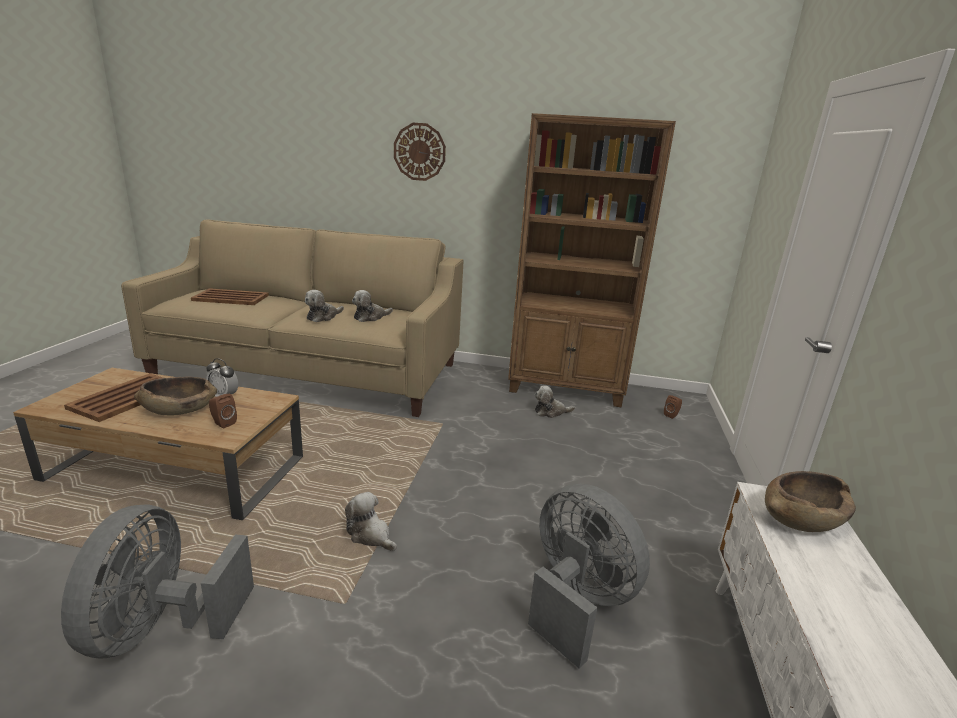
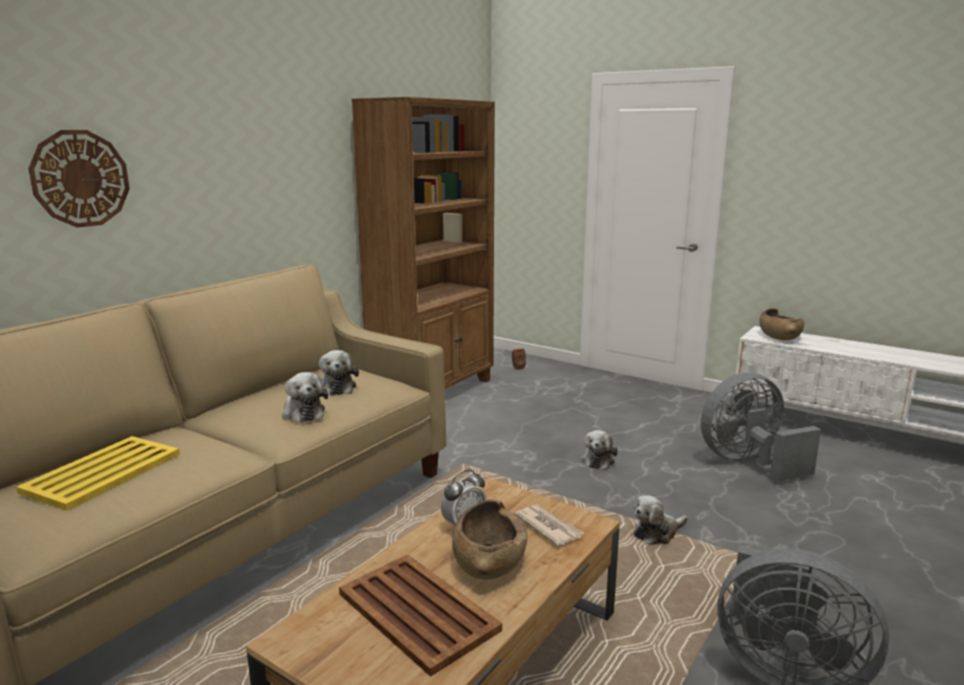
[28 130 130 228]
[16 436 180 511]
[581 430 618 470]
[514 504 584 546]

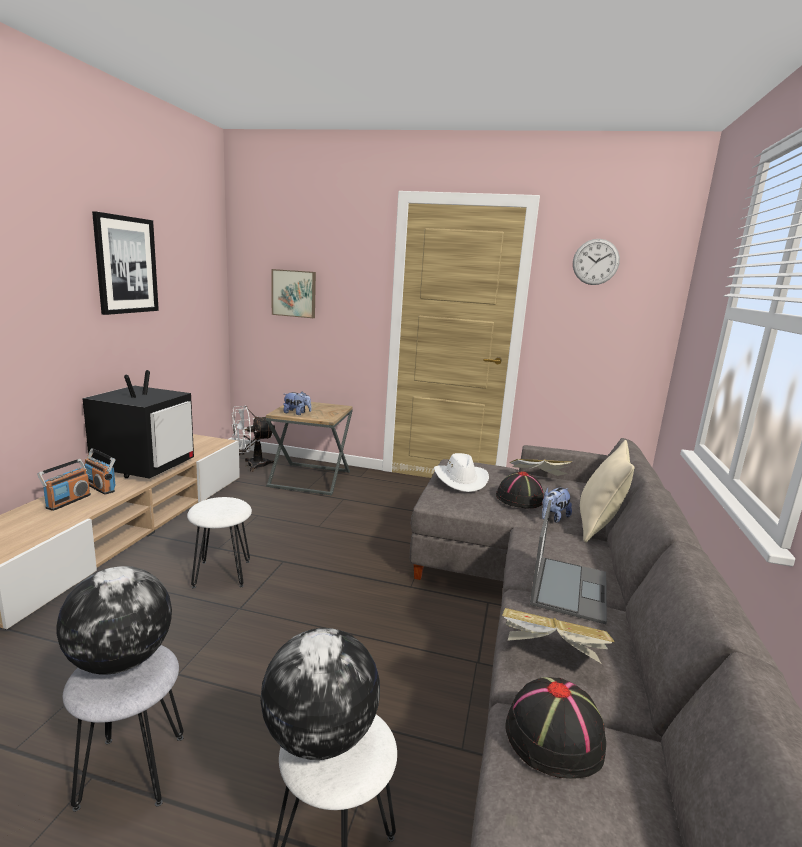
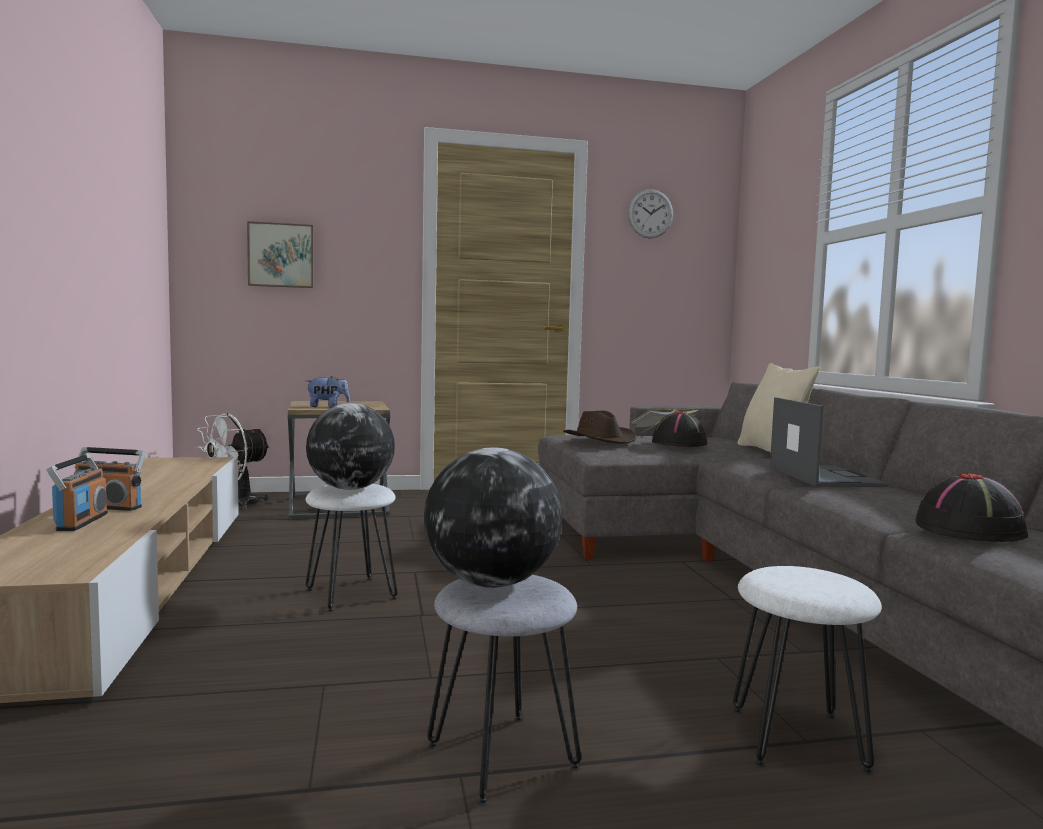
[92 211 159 315] (first image)
[82 370 194 479] (first image)
[563 411 636 444]
[542 487 572 523] (first image)
[502 608 615 664] (first image)
[306 403 395 490]

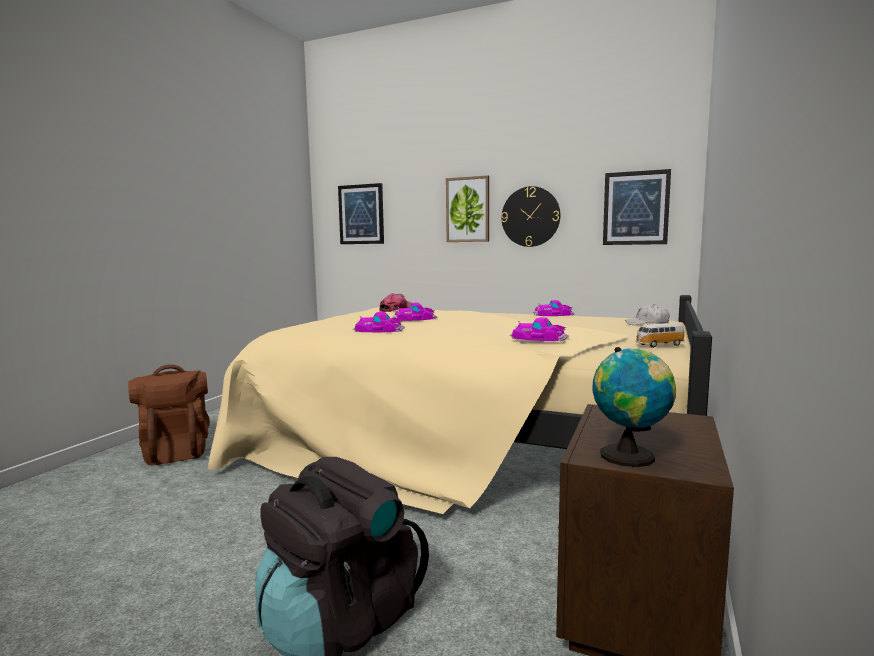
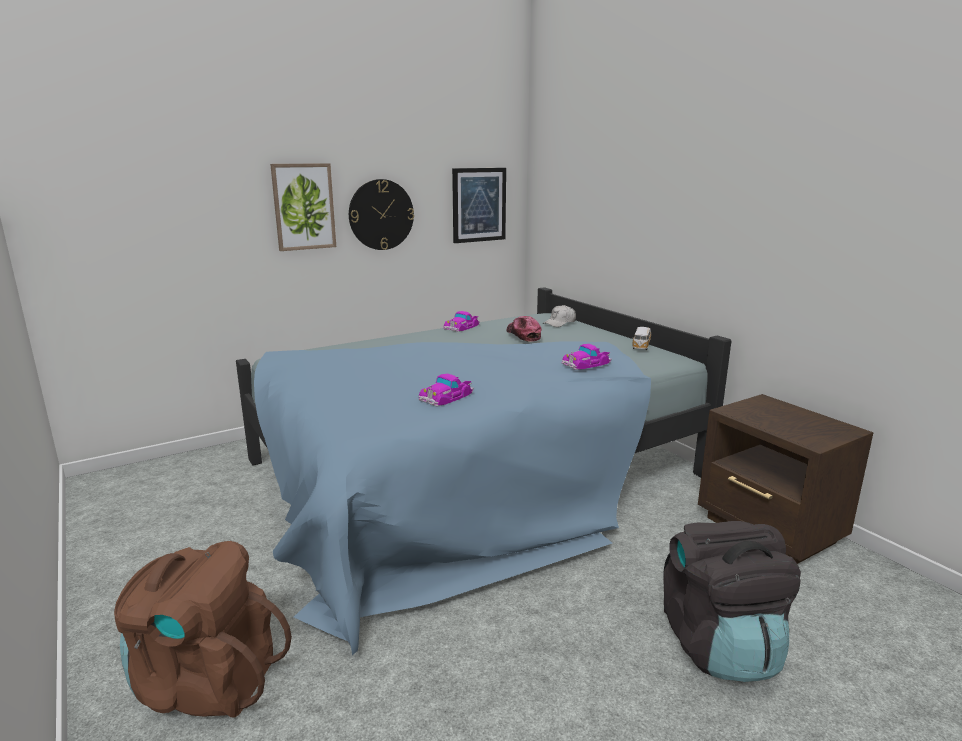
[338 183 384 244] (first image)
[507 316 542 342]
[236 287 731 655]
[392 302 437 321] (first image)
[592 347 676 467] (first image)

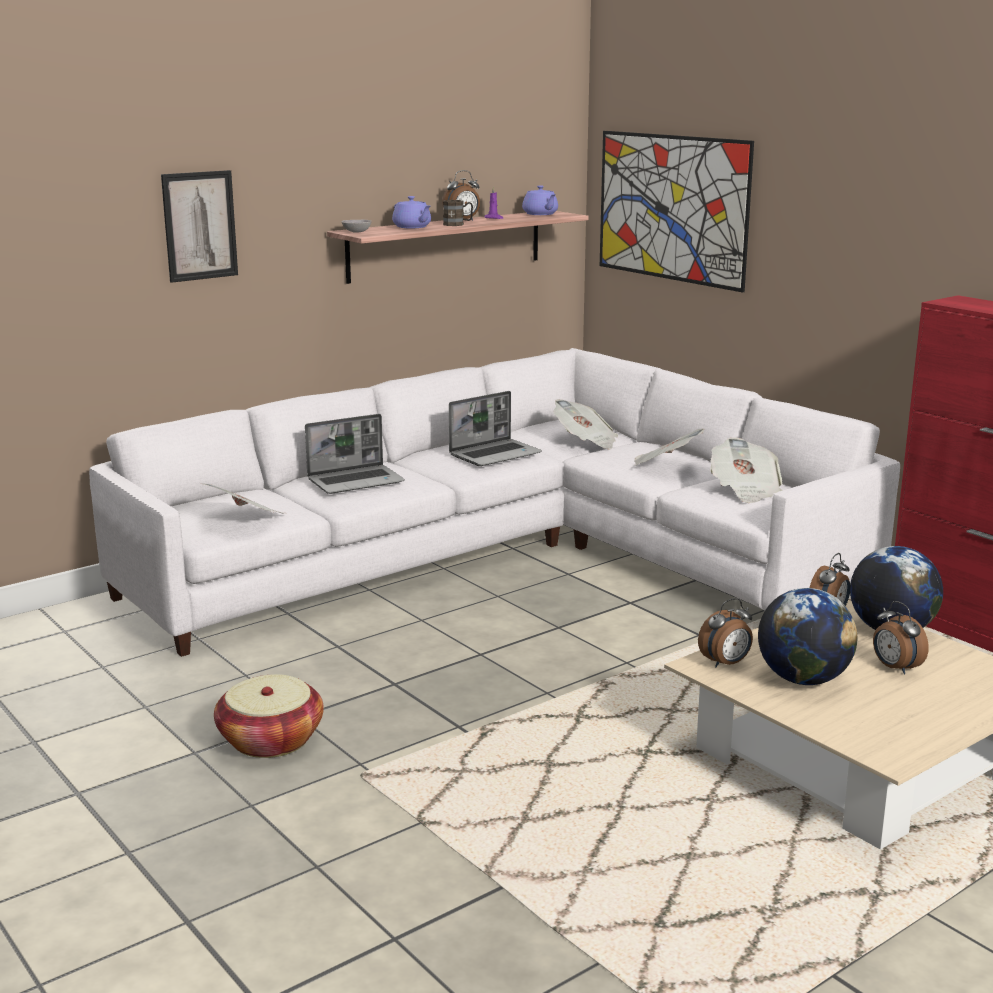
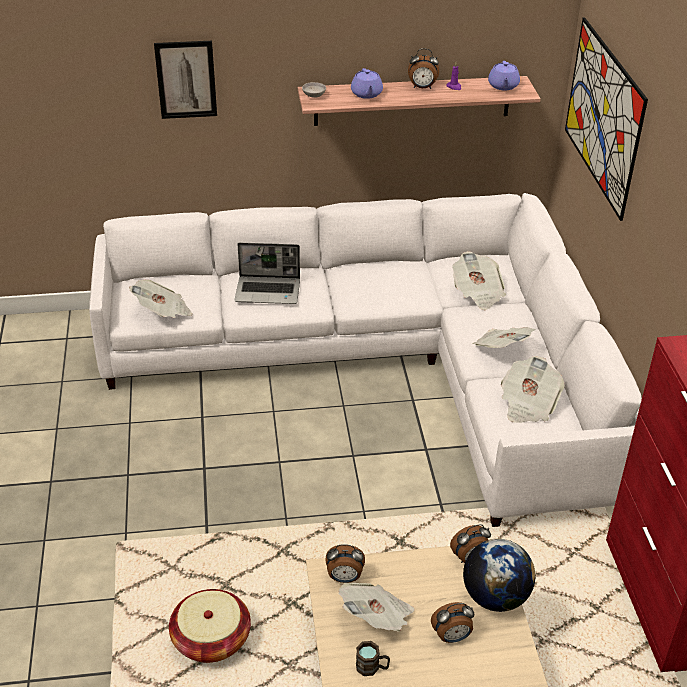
[356 641 390 676]
[449 391 542 466] (first image)
[339 583 415 631]
[431 602 474 643]
[169 589 251 663]

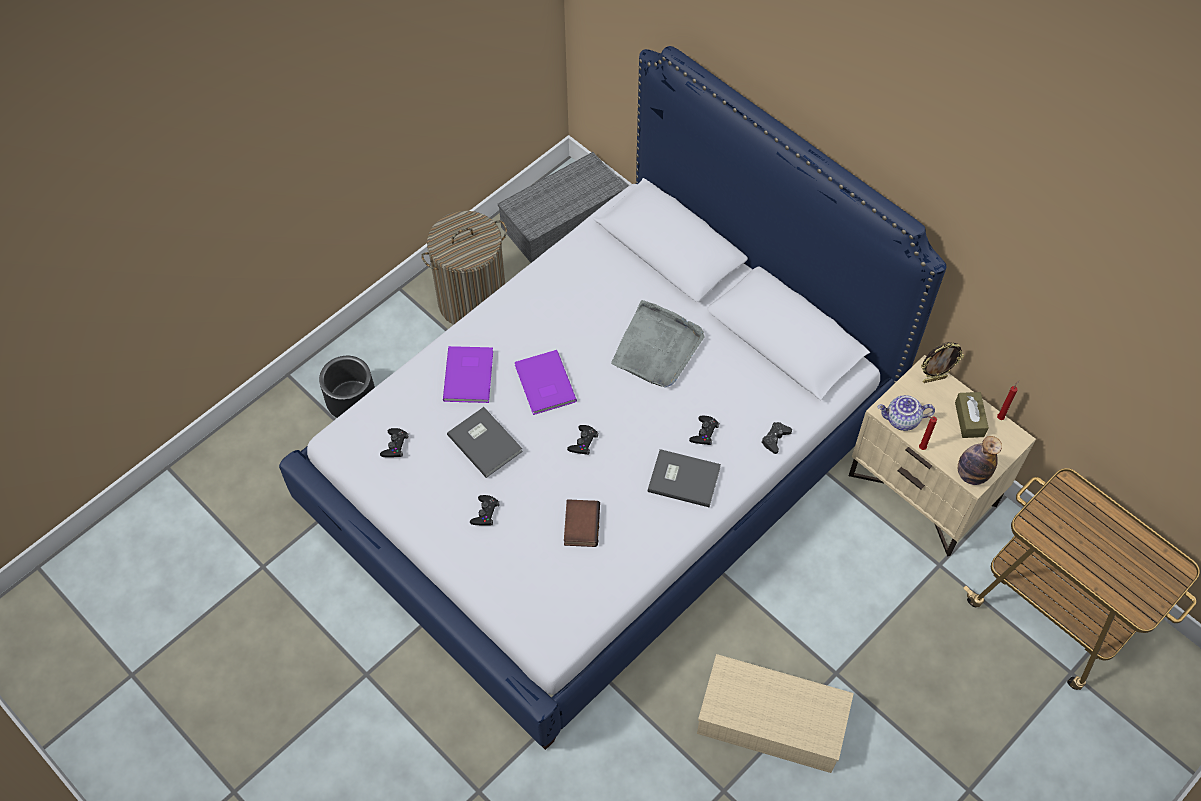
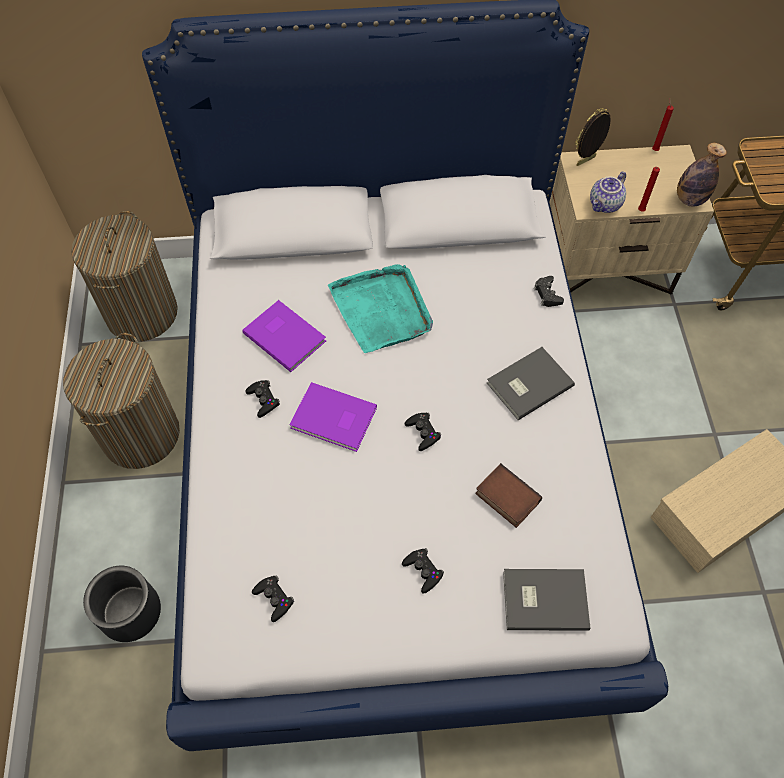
[71 211 178 342]
[328 264 433 353]
[575 108 611 166]
[242 300 326 372]
[955 392 989 438] (first image)
[503 569 590 631]
[245 380 280 418]

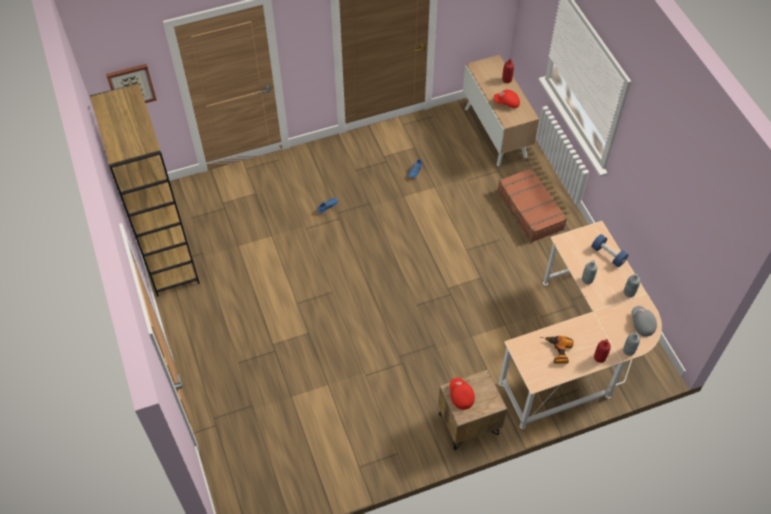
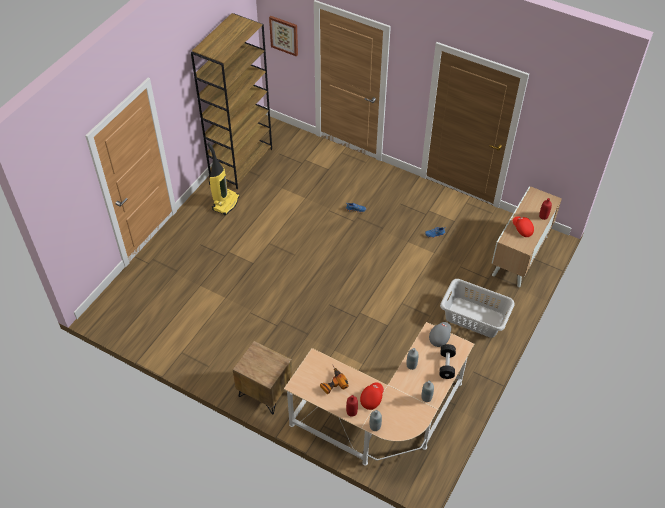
[440 279 515 338]
[439 344 456 379]
[429 322 451 347]
[360 382 384 410]
[207 142 240 215]

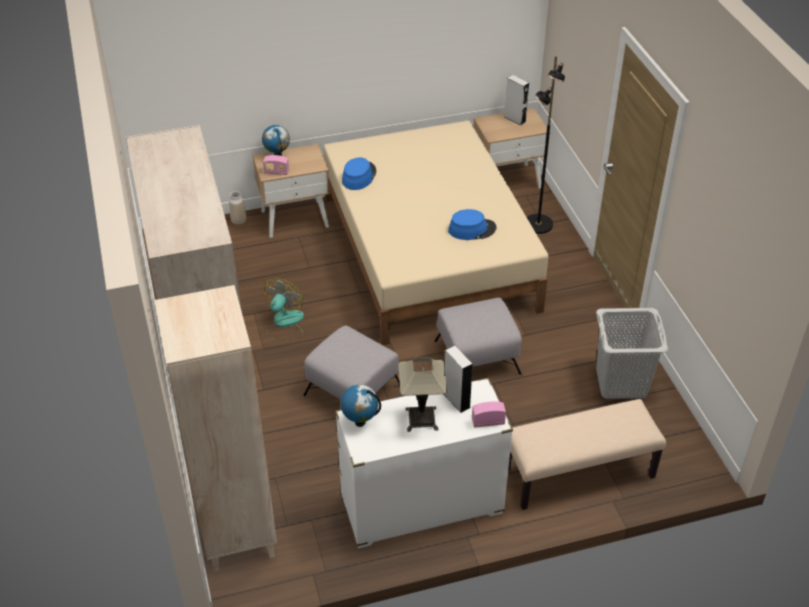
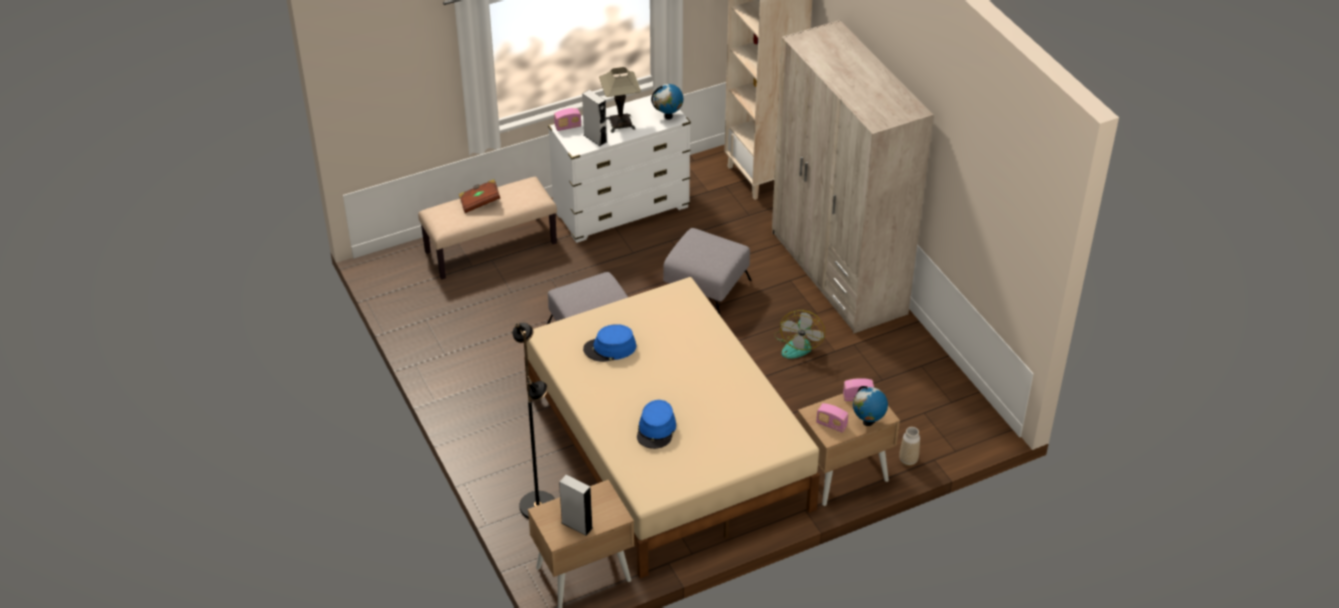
[637 400 676 449]
[596 308 668 399] (first image)
[459 179 500 213]
[816 403 848 433]

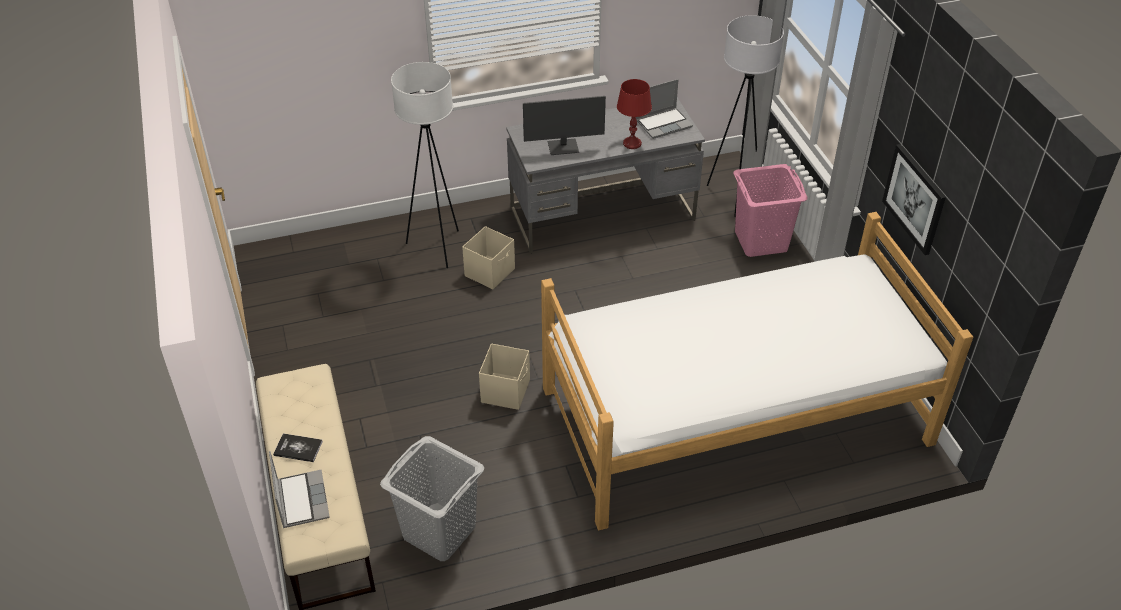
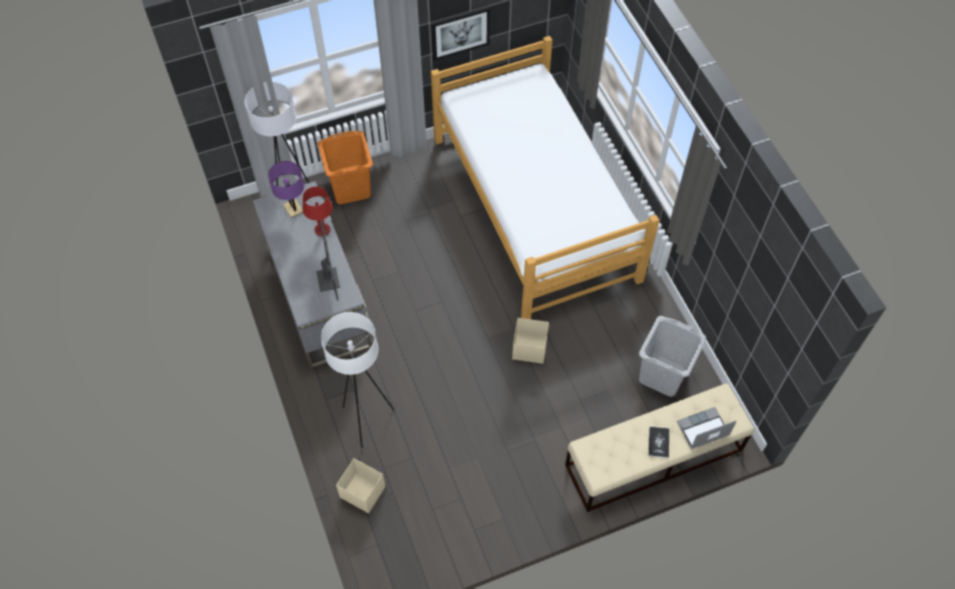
[268 161 304 218]
[318 131 373 204]
[336 458 386 513]

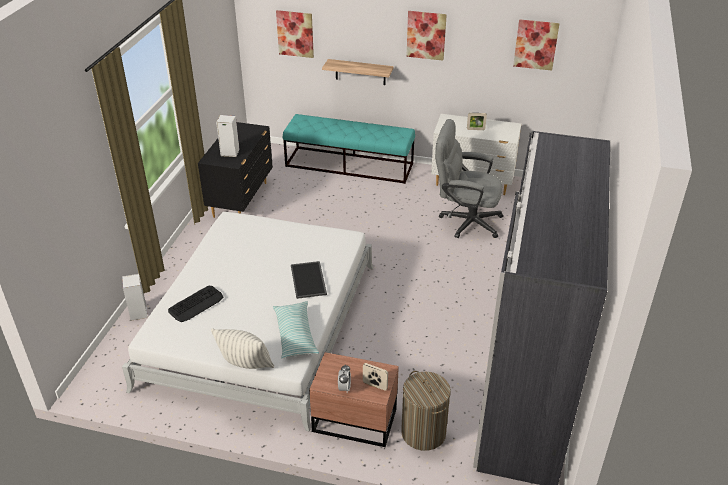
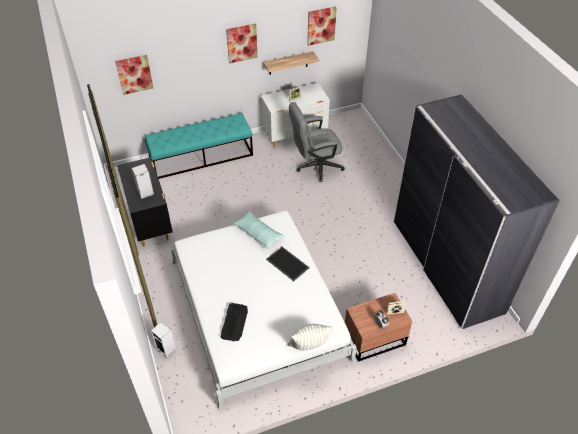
[263 51 319 75]
[232 210 284 249]
[401 371 451 451] (first image)

